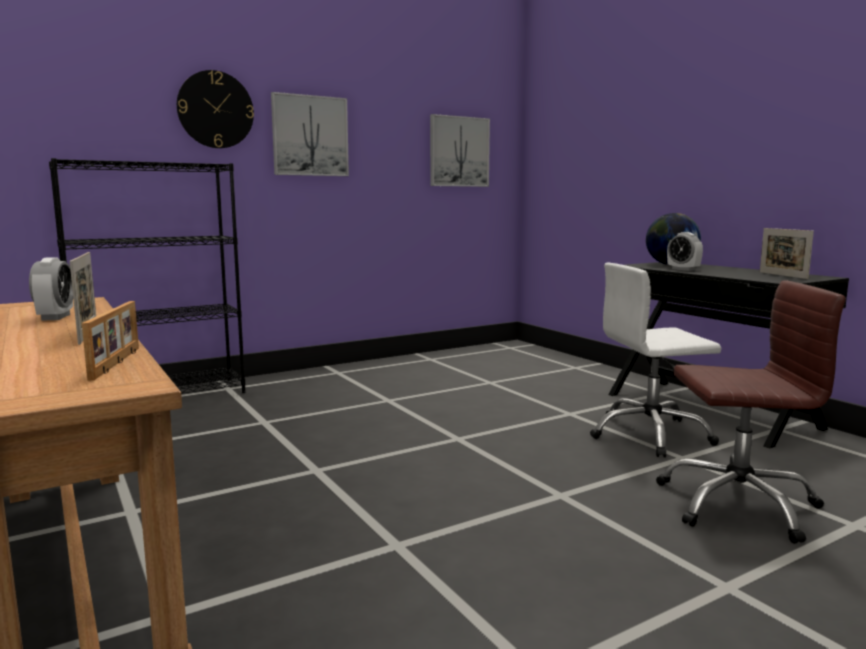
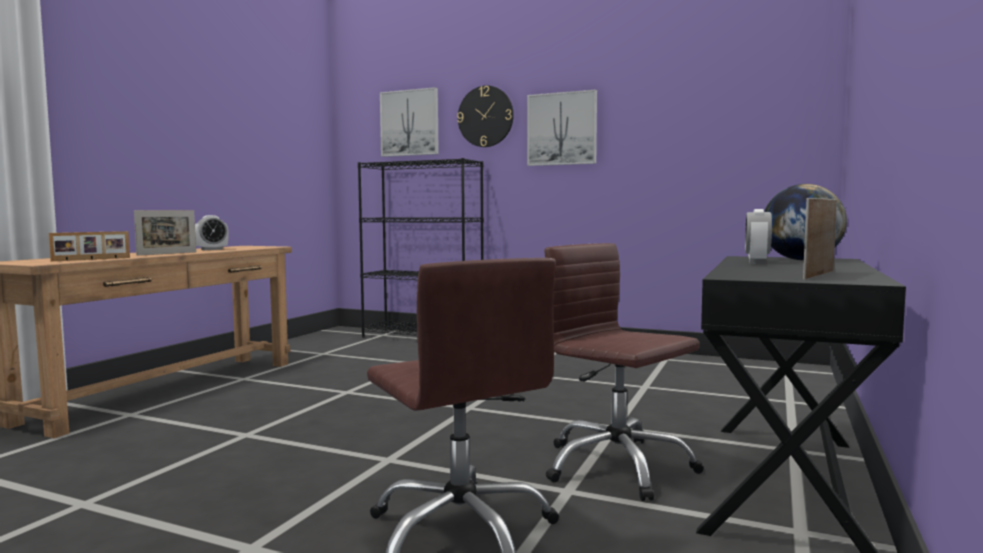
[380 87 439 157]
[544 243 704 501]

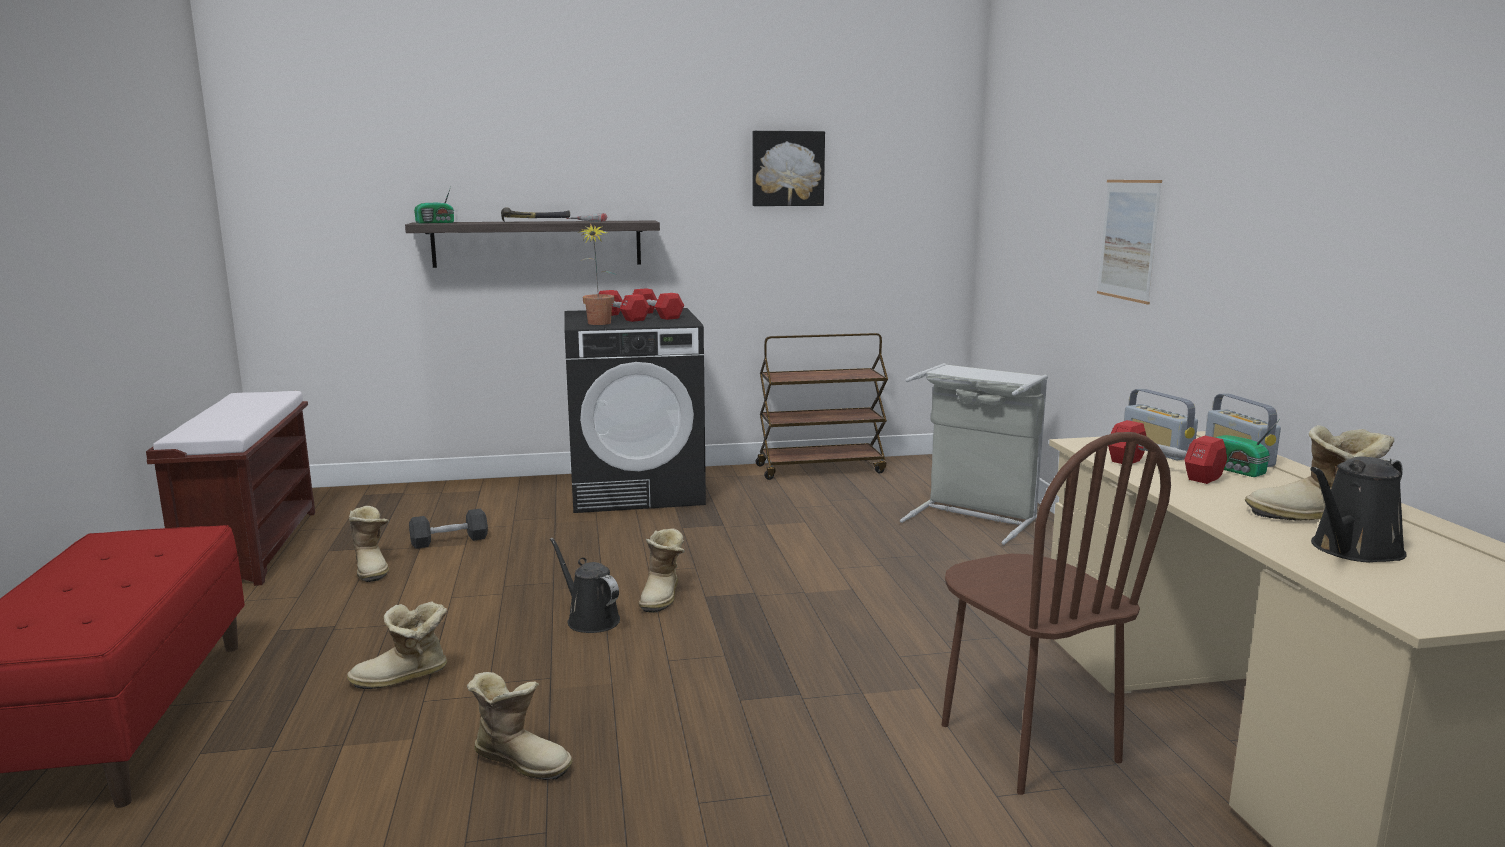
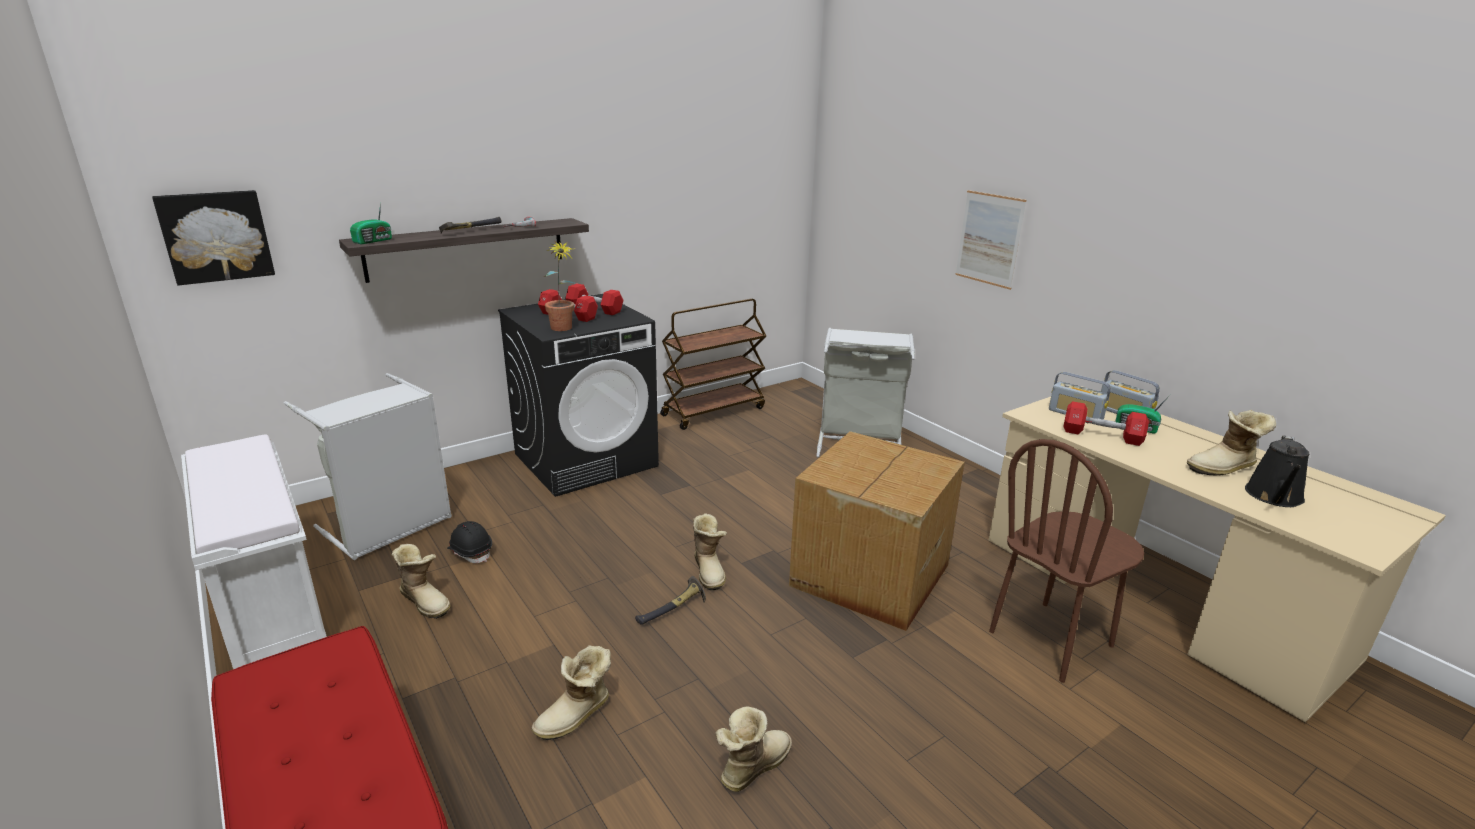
[152 190 275 286]
[181 434 327 669]
[989 439 1144 683]
[447 521 492 563]
[635 576 706 625]
[715 706 792 792]
[284 373 452 560]
[789 431 965 631]

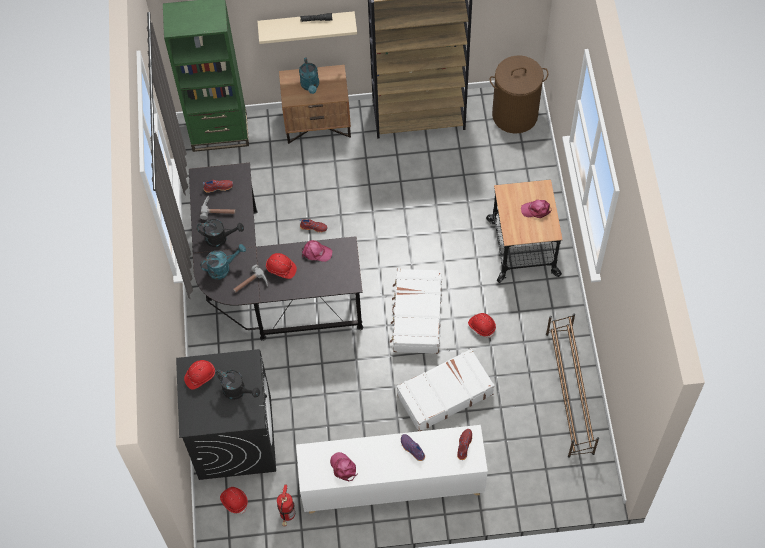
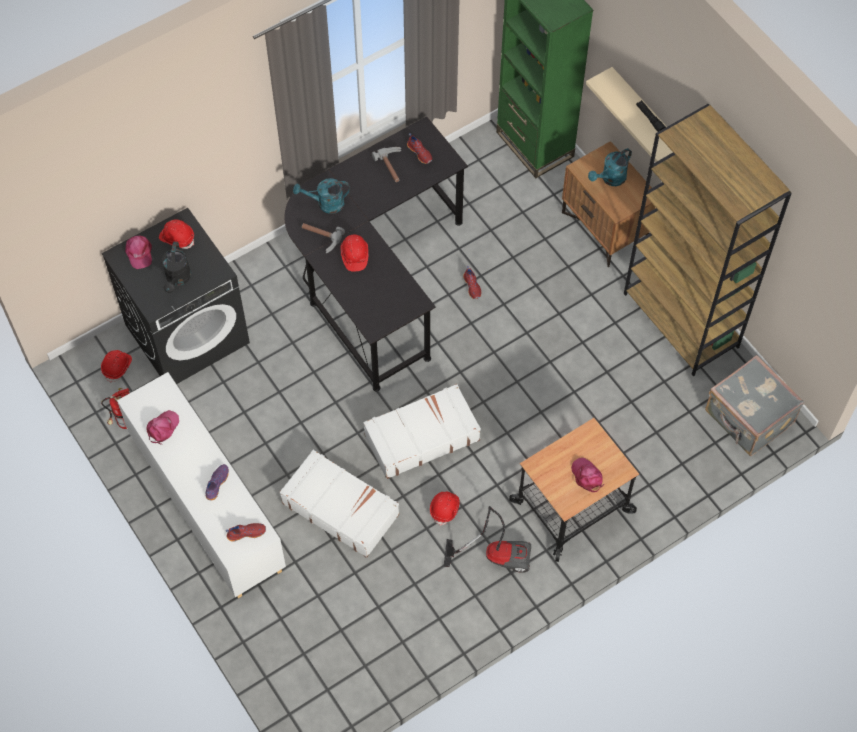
[705 355 804 456]
[197 219 244 247] (first image)
[125 235 152 269]
[293 178 350 214]
[546 313 599 457] (first image)
[444 506 531 573]

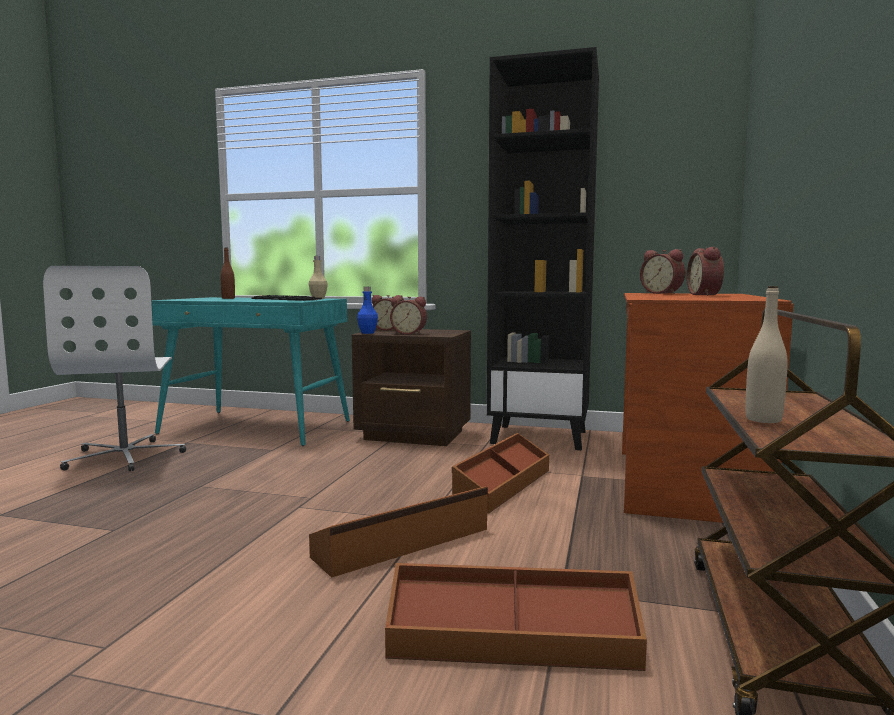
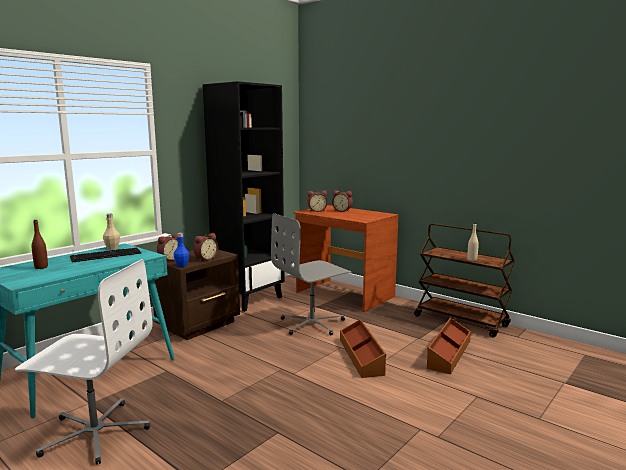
[271 213 352 335]

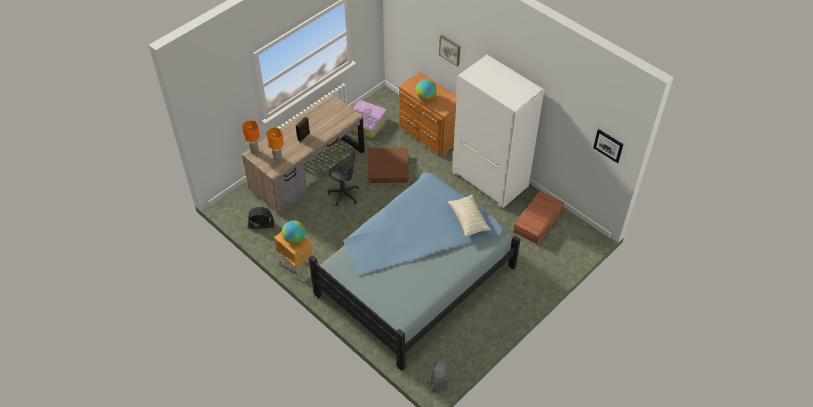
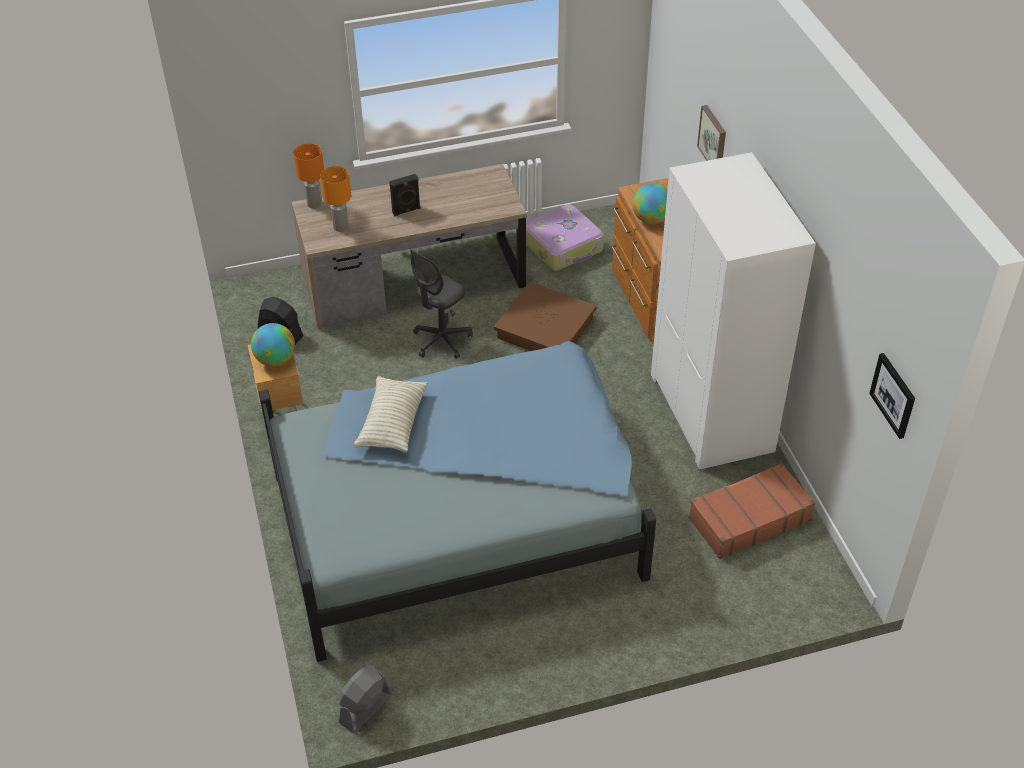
[410 249 473 359]
[354 376 428 453]

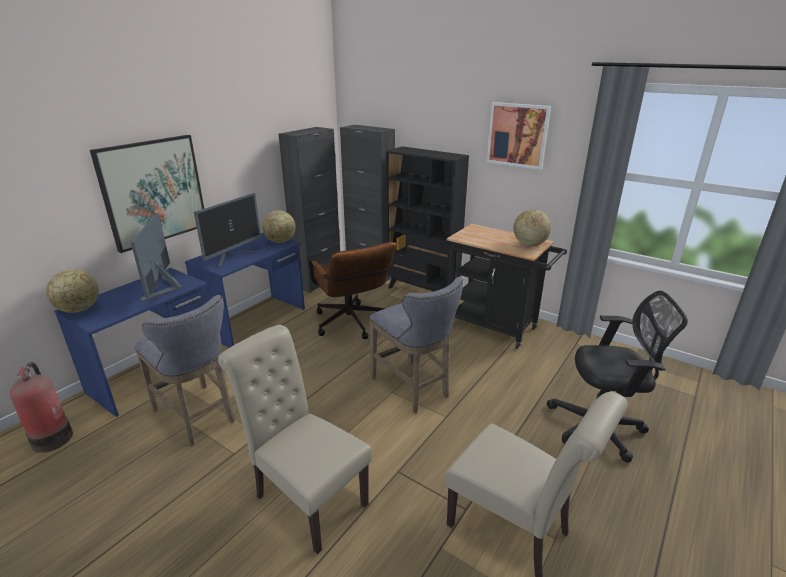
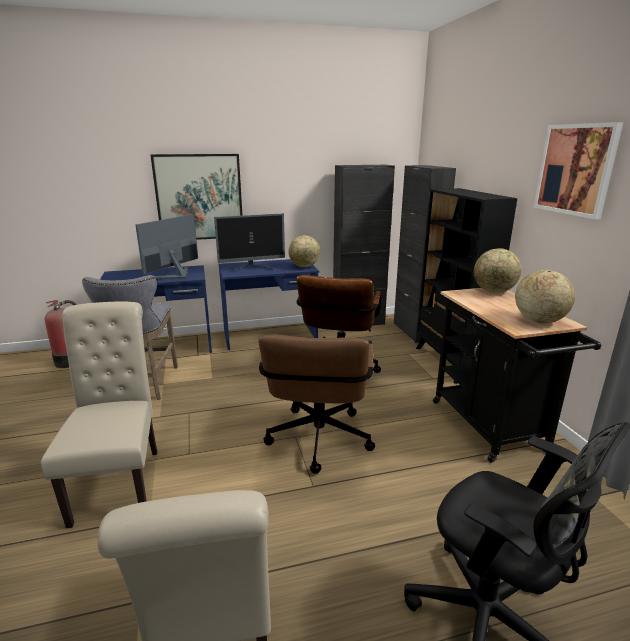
[474 248 522 293]
[258 334 375 474]

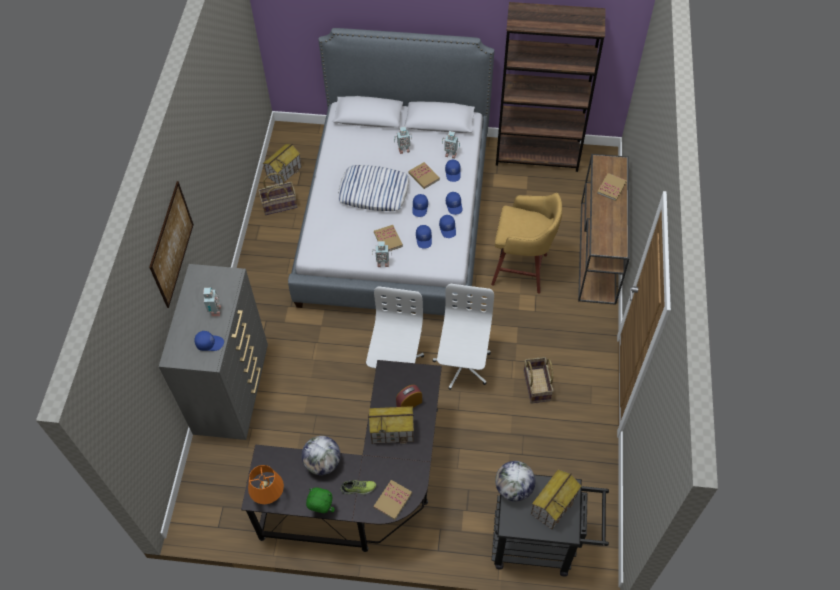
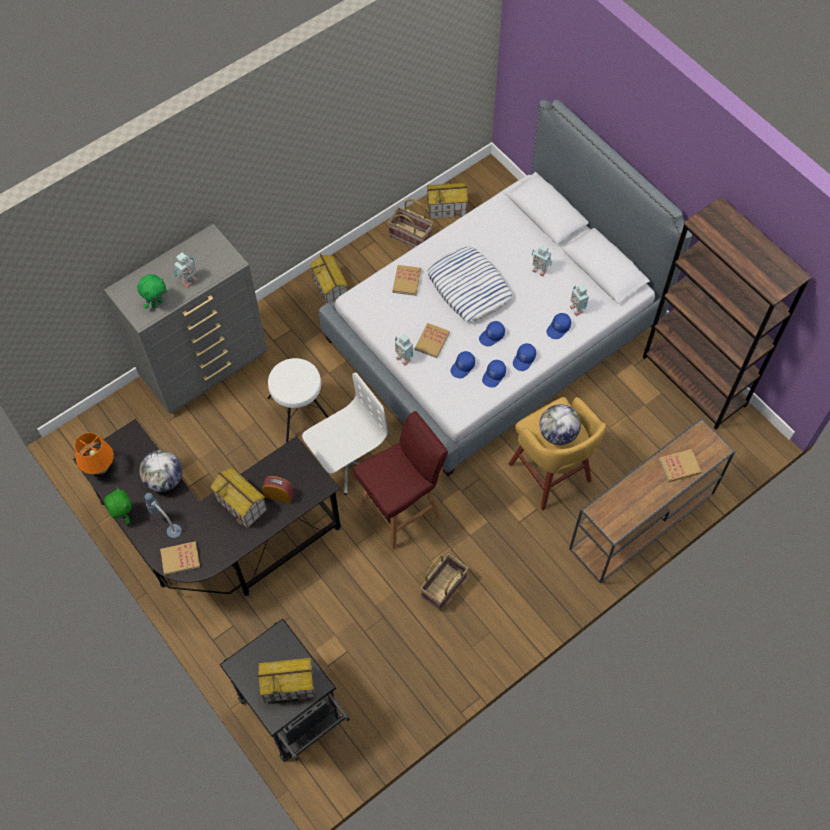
[393 265 421 296]
[149 181 194 308] (first image)
[353 411 448 550]
[137 274 167 308]
[539 404 581 445]
[145 493 182 538]
[310 254 348 304]
[267 358 328 443]

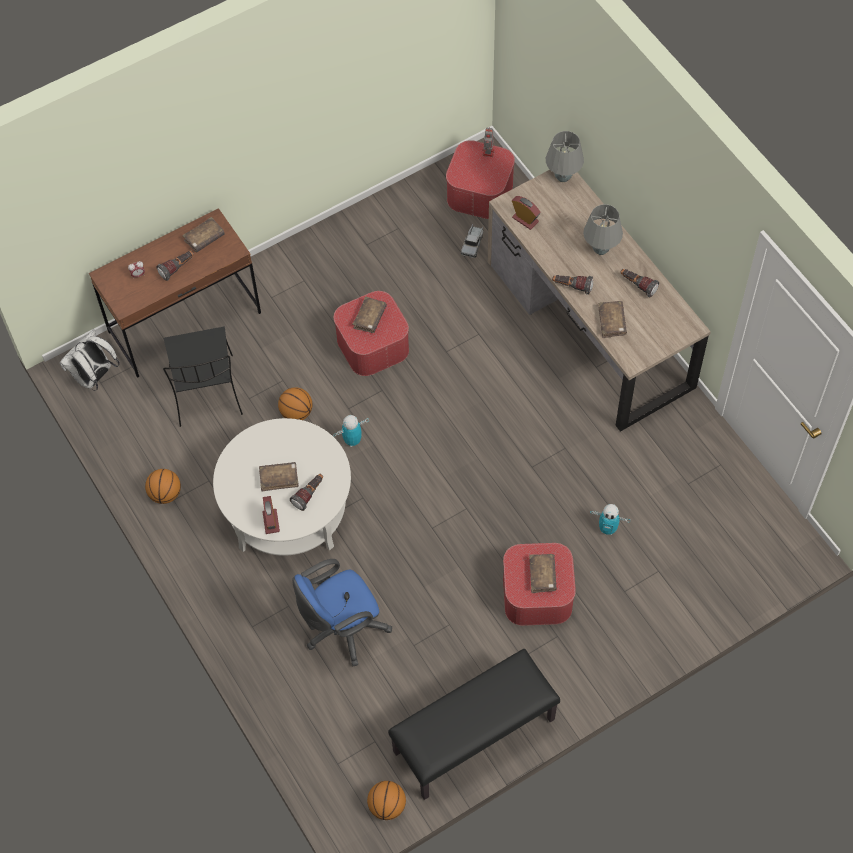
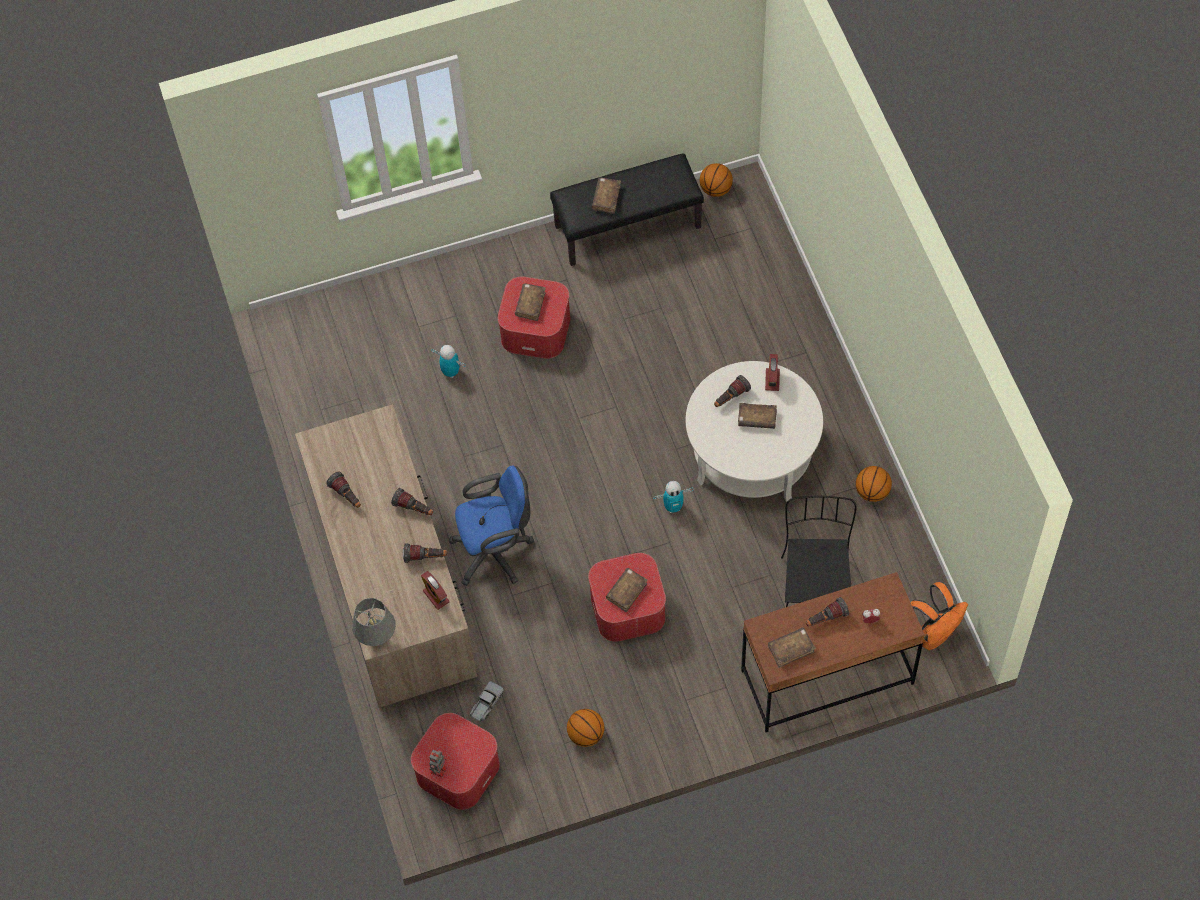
[583 204 623 255] (first image)
[592 177 621 214]
[910 582 968 650]
[567 709 604 747]
[449 465 534 586]
[403 543 447 563]

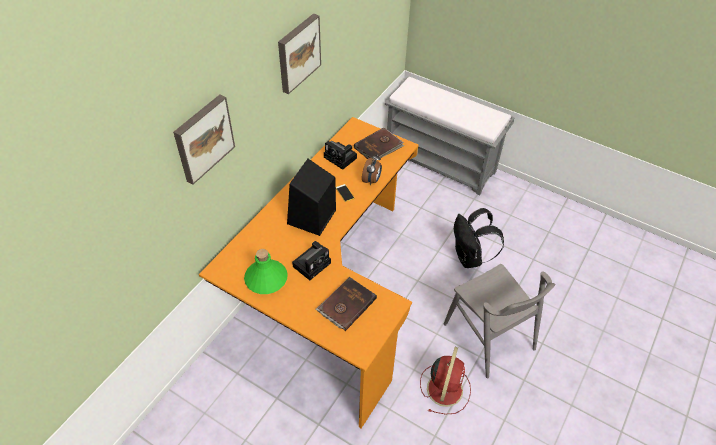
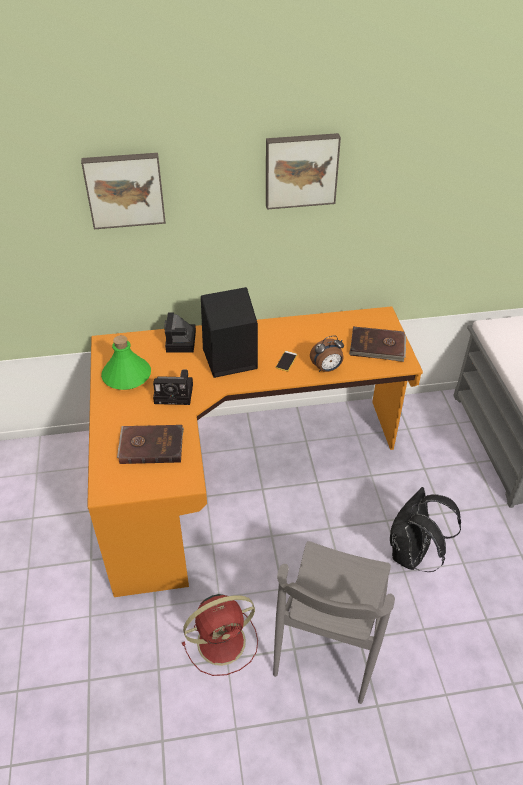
[164 313 196 352]

